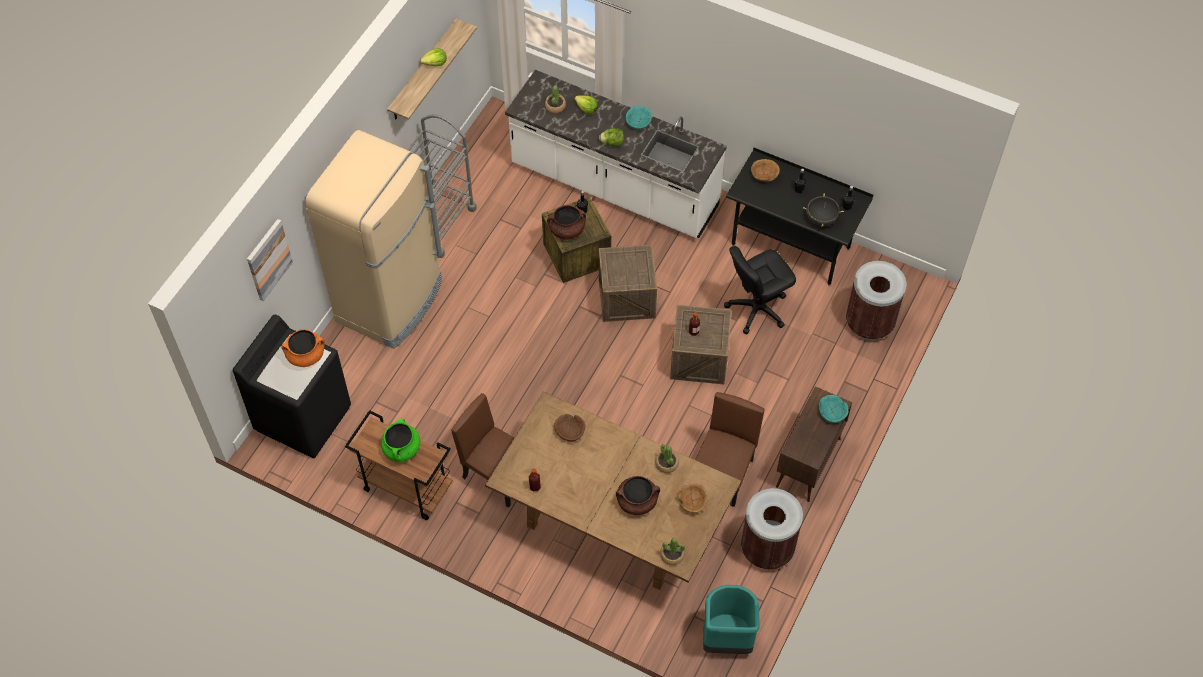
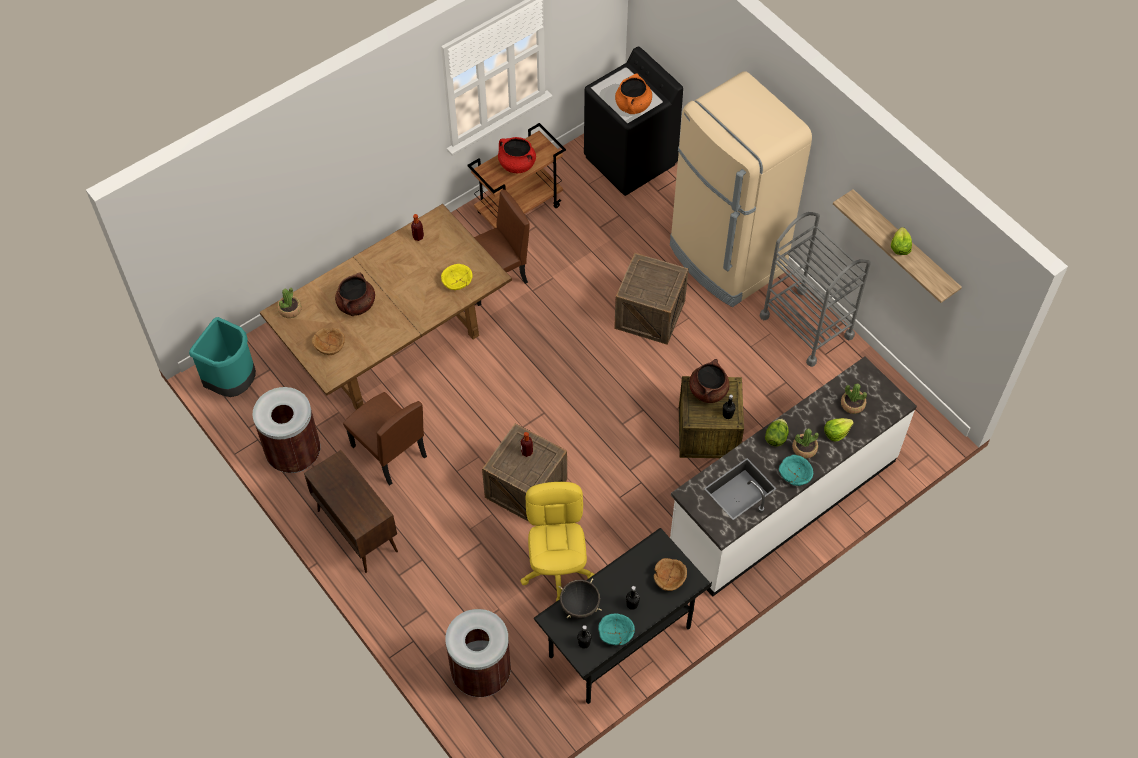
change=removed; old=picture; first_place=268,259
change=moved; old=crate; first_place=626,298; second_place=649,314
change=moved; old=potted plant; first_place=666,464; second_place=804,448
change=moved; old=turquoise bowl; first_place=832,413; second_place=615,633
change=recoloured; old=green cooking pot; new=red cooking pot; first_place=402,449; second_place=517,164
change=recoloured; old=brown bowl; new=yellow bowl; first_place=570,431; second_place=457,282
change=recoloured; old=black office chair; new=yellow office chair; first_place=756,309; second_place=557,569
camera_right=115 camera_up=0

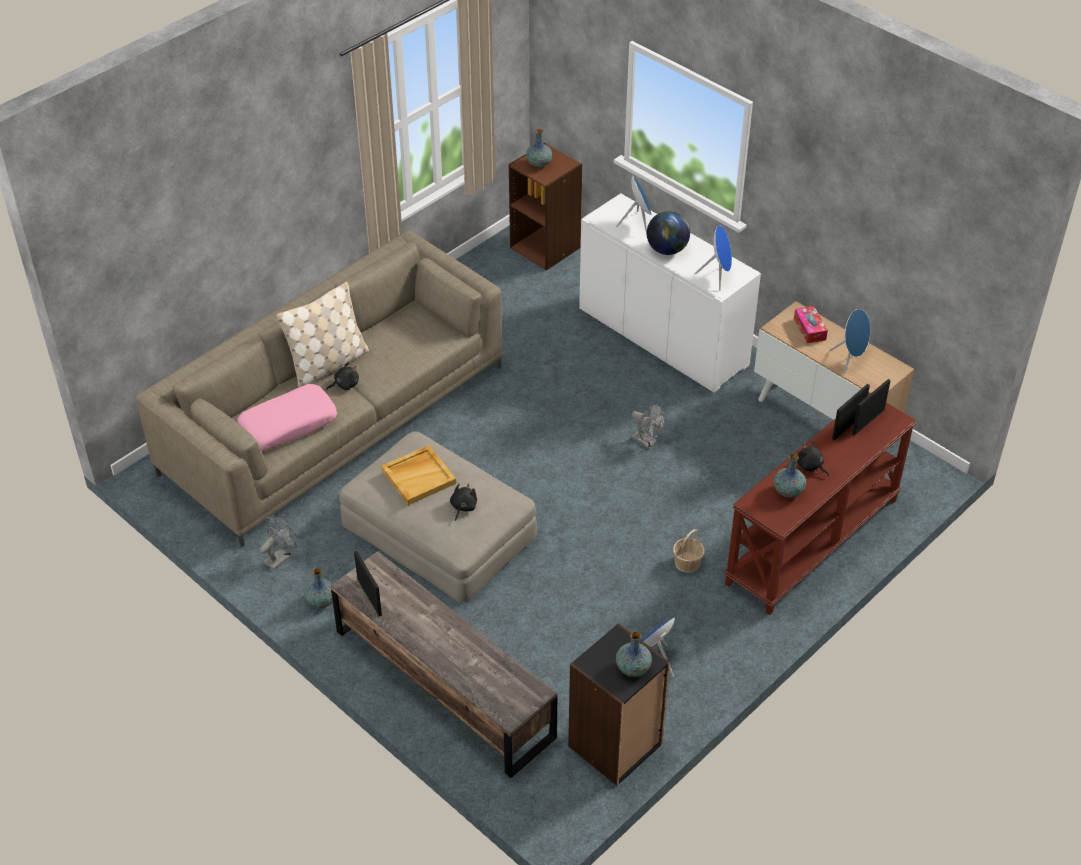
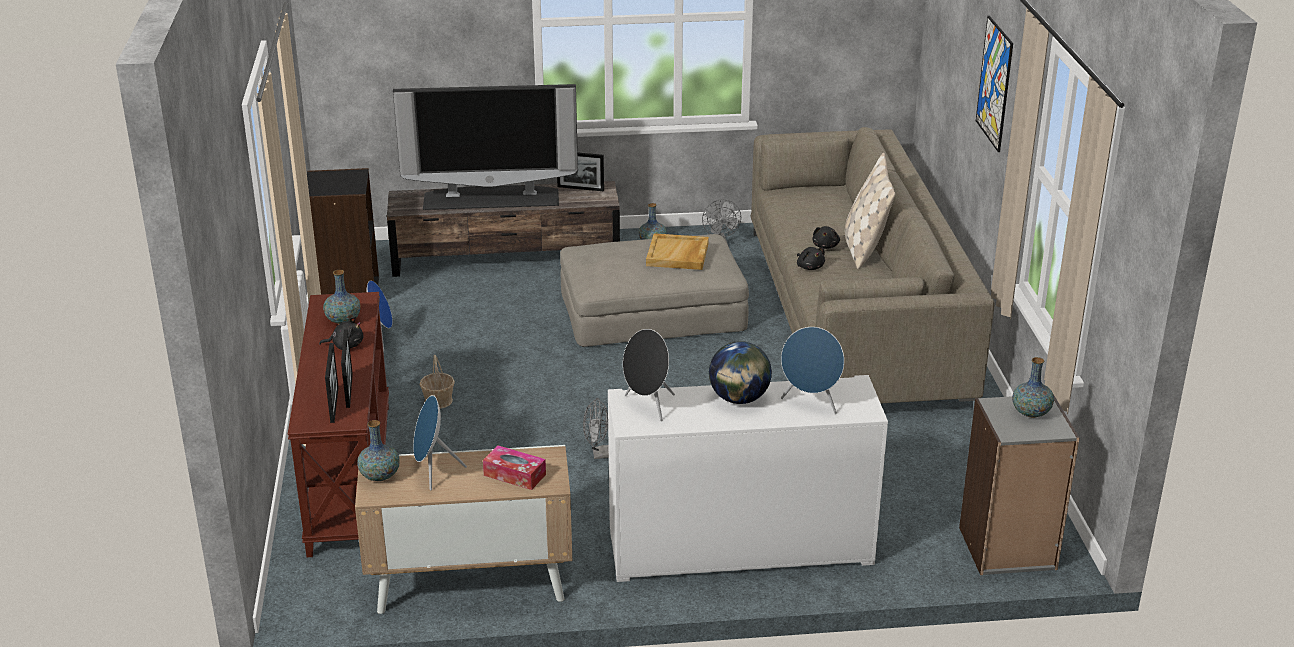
change=removed; old=pink pillow; first_place=288,424
change=added; new=television; second_place=491,198
change=added; new=picture; second_place=994,83
change=moved; old=black plush toy; first_place=463,507; second_place=809,267
change=moved; old=vase; first_place=633,668; second_place=380,476
change=recoloured; old=brown bookcase; new=grey bookcase; first_place=546,247; second_place=1007,549
change=recoloured; old=blue speaker; new=black speaker; first_place=718,277; second_place=648,406
camera_right=130 camera_up=-15

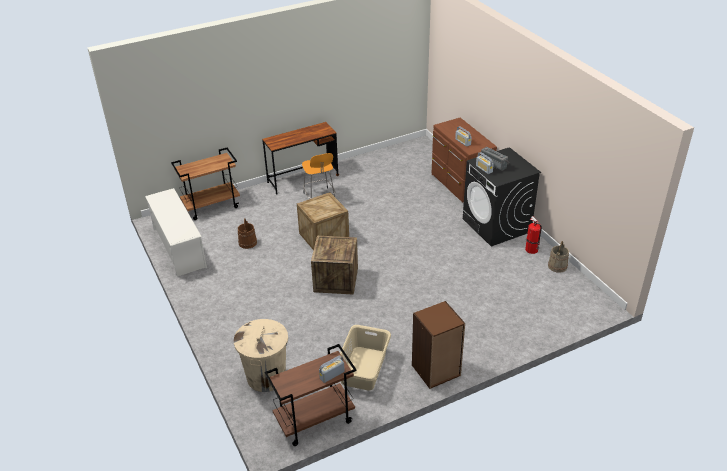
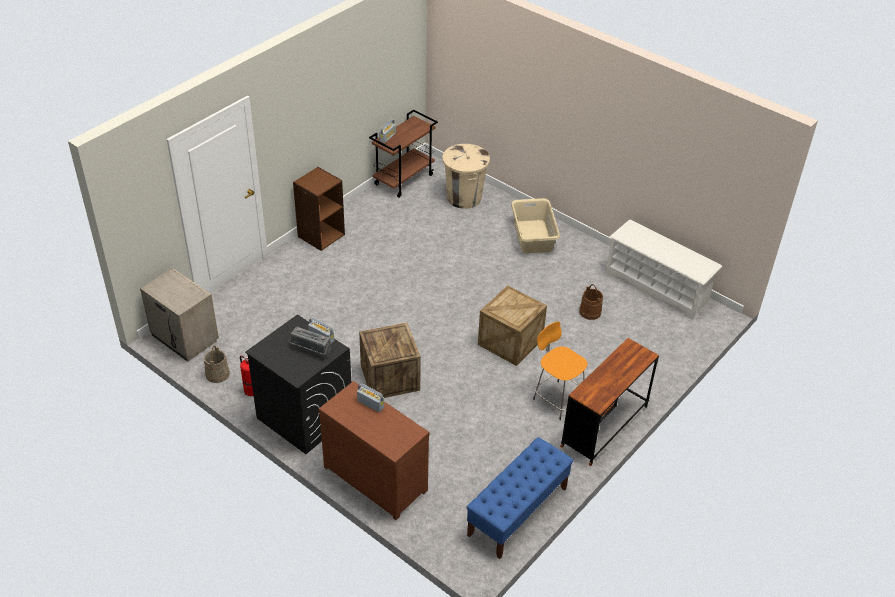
change=removed; old=brown cart; first_place=212,206
change=added; new=beige nightstand; second_place=184,338
change=added; new=blue bench; second_place=517,512
change=moved; old=crate; first_place=336,280; second_place=390,377
change=moved; old=beige laundry basket; first_place=363,368; second_place=533,236
camera_right=155 camera_up=5

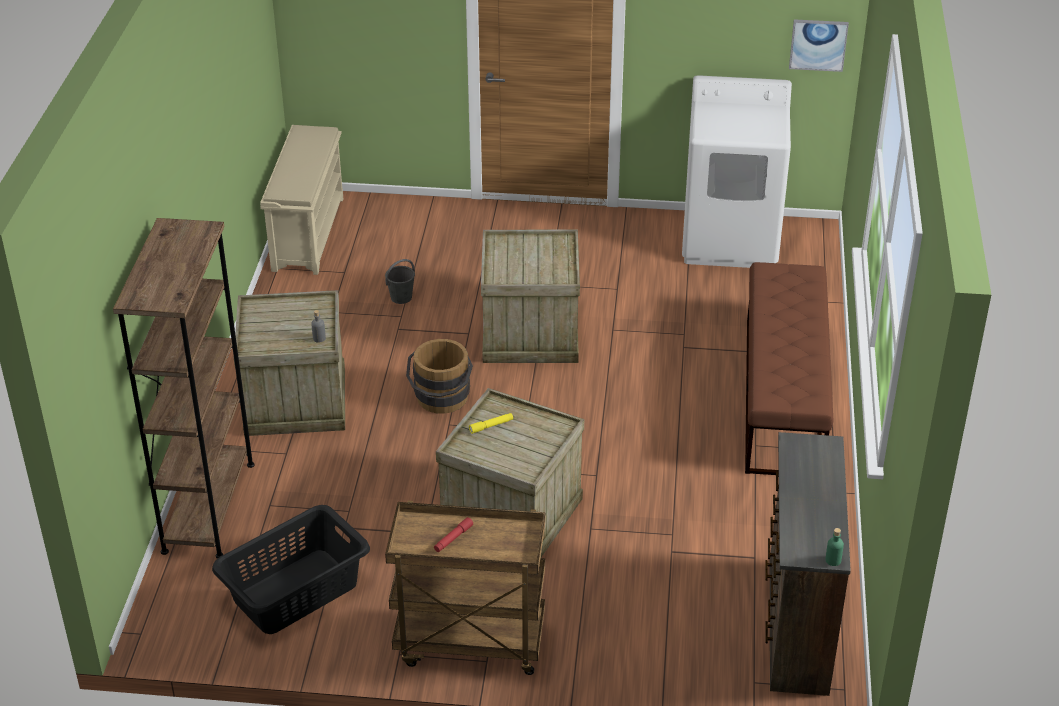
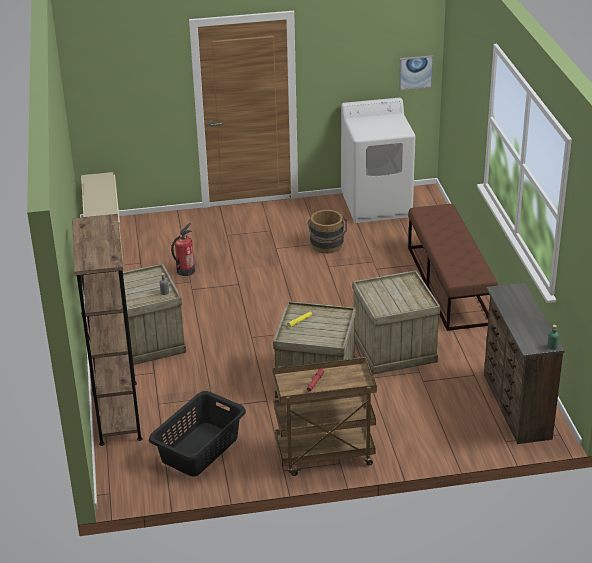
change=moved; old=brown bucket; first_place=441,400; second_place=327,247
change=moved; old=crate; first_place=532,332; second_place=394,348
change=replaced; old=grey bucket; new=fire extinguisher; first_place=401,297; second_place=185,271
camera_right=-15 camera_up=-5

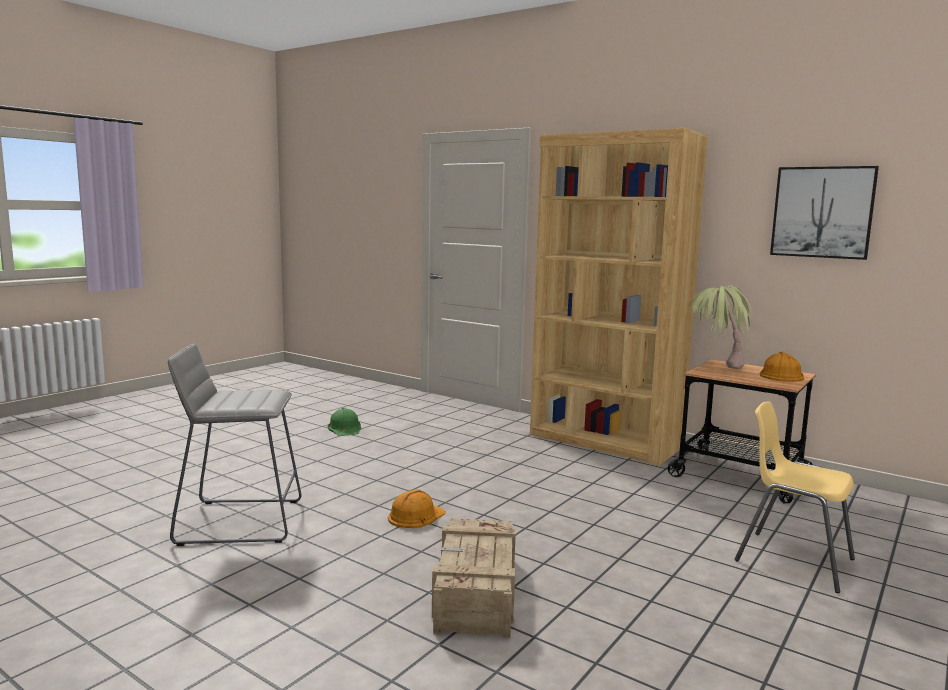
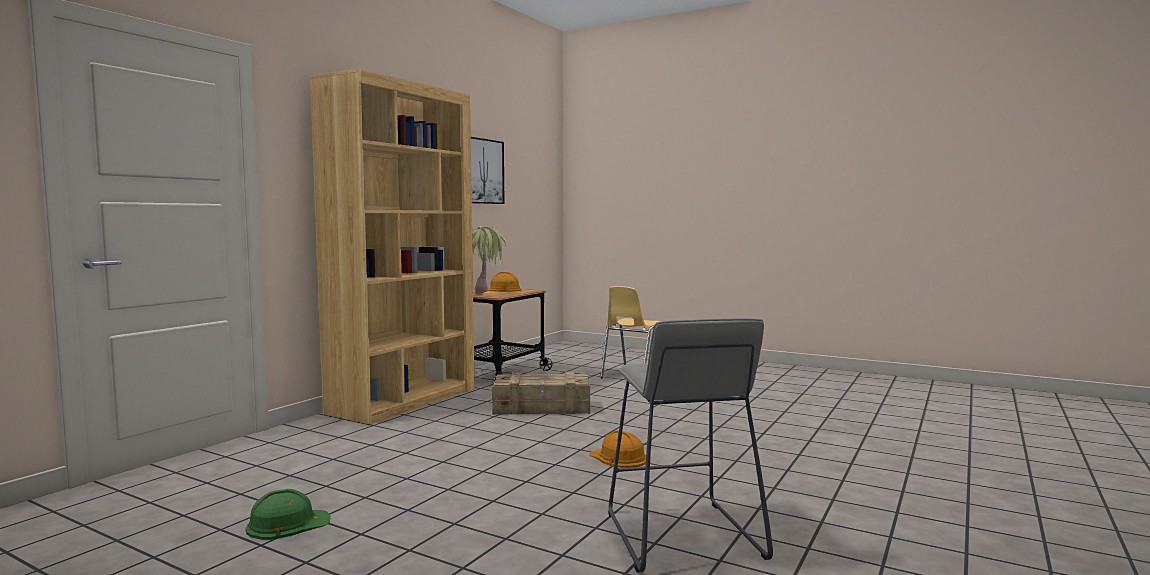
change=moved; old=crate; first_place=475,593; second_place=542,408
camera_right=-95 camera_up=-5

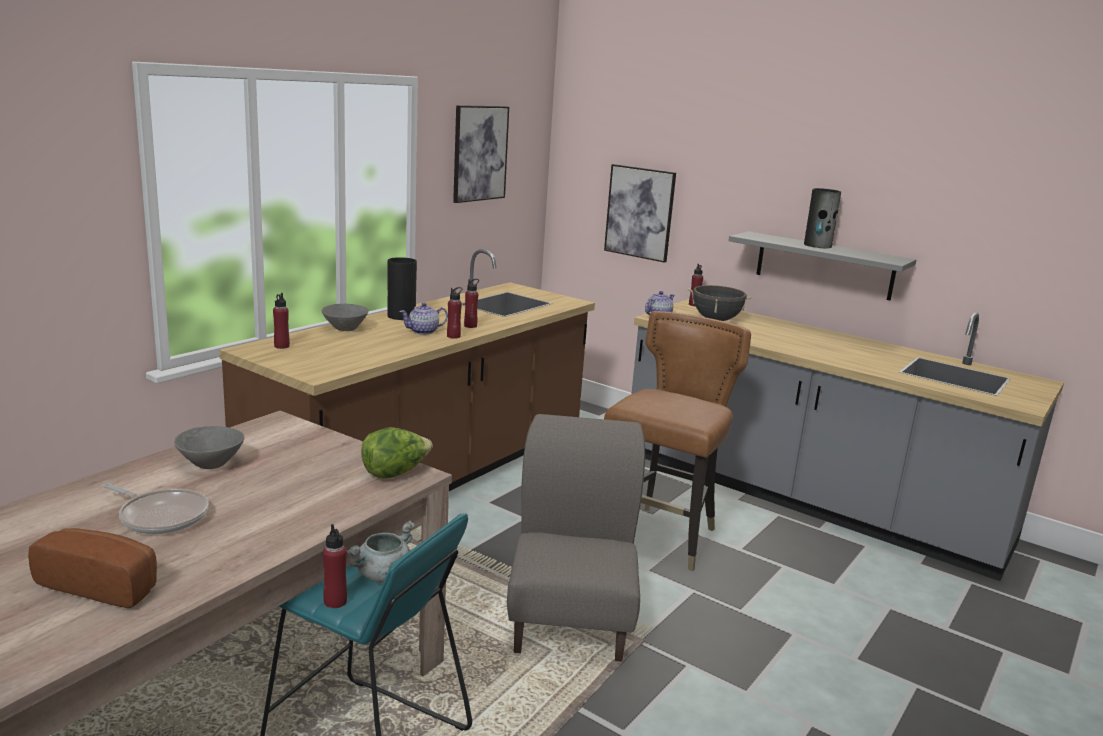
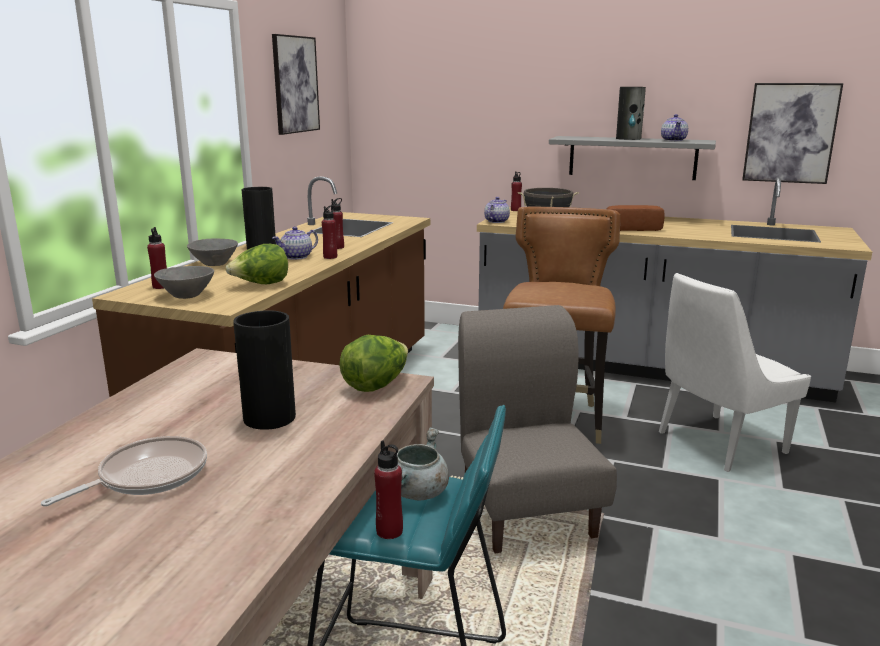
change=added; new=lettuce; second_place=261,285
change=added; new=vase; second_place=269,417
change=added; new=white chair; second_place=717,443
change=added; new=teapot; second_place=673,140
change=moved; old=bread; first_place=103,584; second_place=631,228
change=moved; old=grey bowl; first_place=211,463; second_place=186,295
change=moved; old=picture; first_place=640,212; second_place=790,133
change=turned; old=frying pan; first_place=161,516; second_place=147,476; degrees=-60
camera_right=-15 camera_up=0

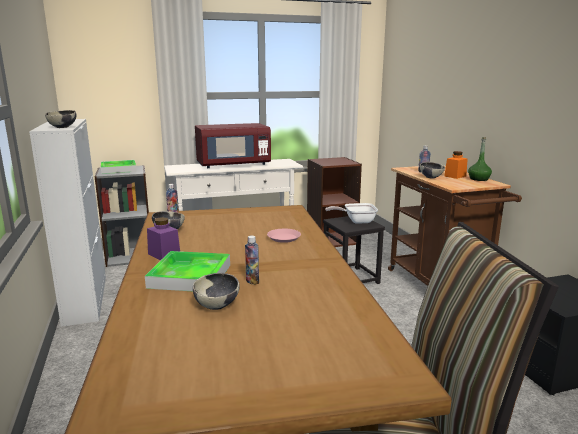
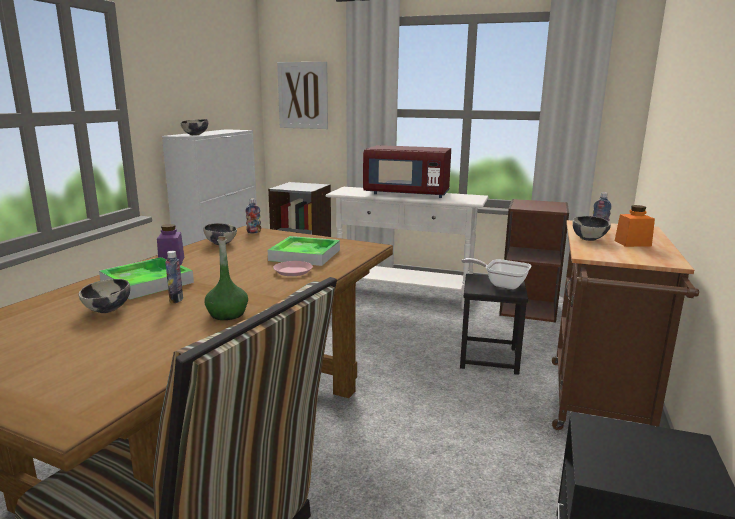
change=added; new=picture; second_place=303,95
change=moved; old=tray; first_place=118,169; second_place=305,255
change=moved; old=green bottle; first_place=478,179; second_place=227,314
camera_right=35 camera_up=0

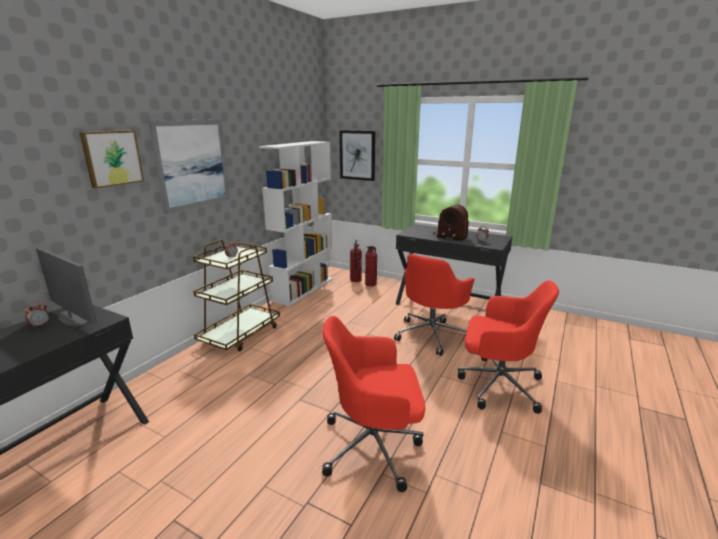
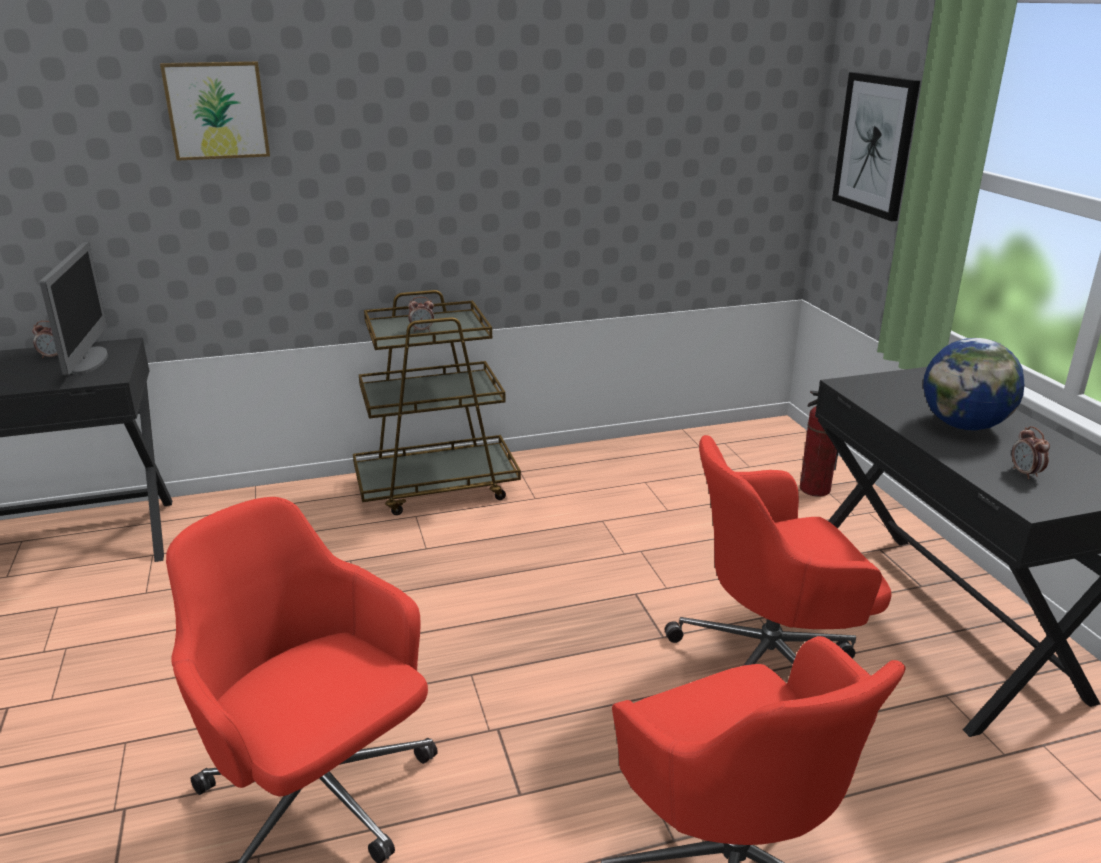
change=removed; old=picture; first_place=193,164
change=removed; old=white bookcase; first_place=304,289
change=removed; old=fire extinguisher; first_place=355,280
change=replaced; old=radio; new=globe; first_place=450,235; second_place=964,426
camera_right=45 camera_up=5

